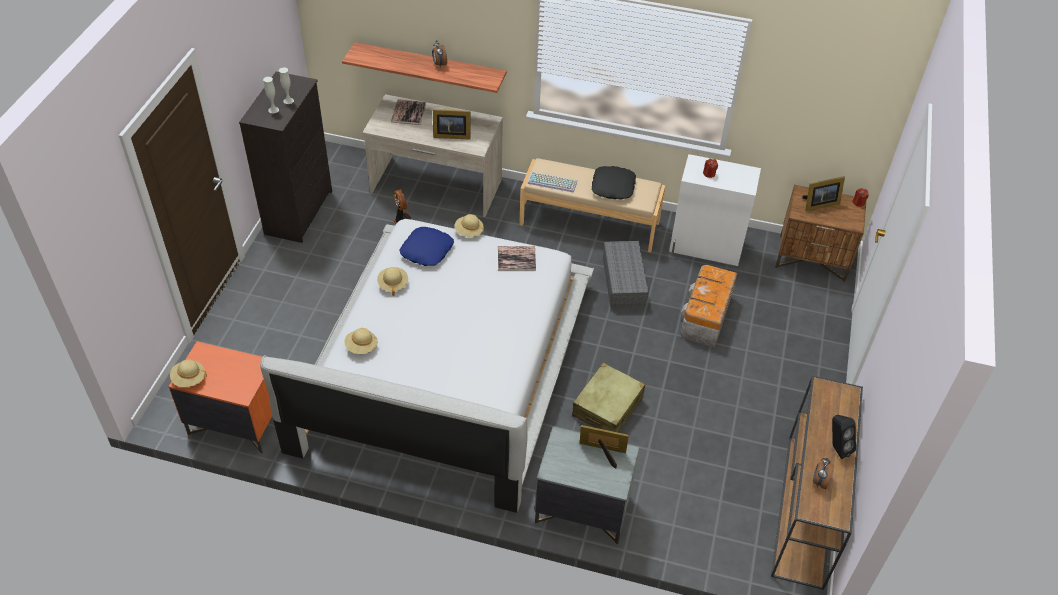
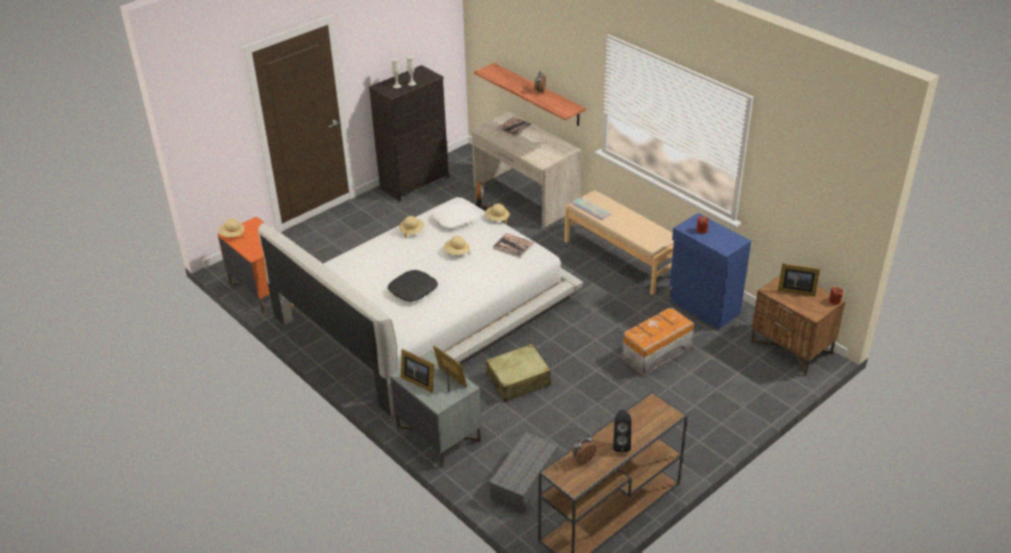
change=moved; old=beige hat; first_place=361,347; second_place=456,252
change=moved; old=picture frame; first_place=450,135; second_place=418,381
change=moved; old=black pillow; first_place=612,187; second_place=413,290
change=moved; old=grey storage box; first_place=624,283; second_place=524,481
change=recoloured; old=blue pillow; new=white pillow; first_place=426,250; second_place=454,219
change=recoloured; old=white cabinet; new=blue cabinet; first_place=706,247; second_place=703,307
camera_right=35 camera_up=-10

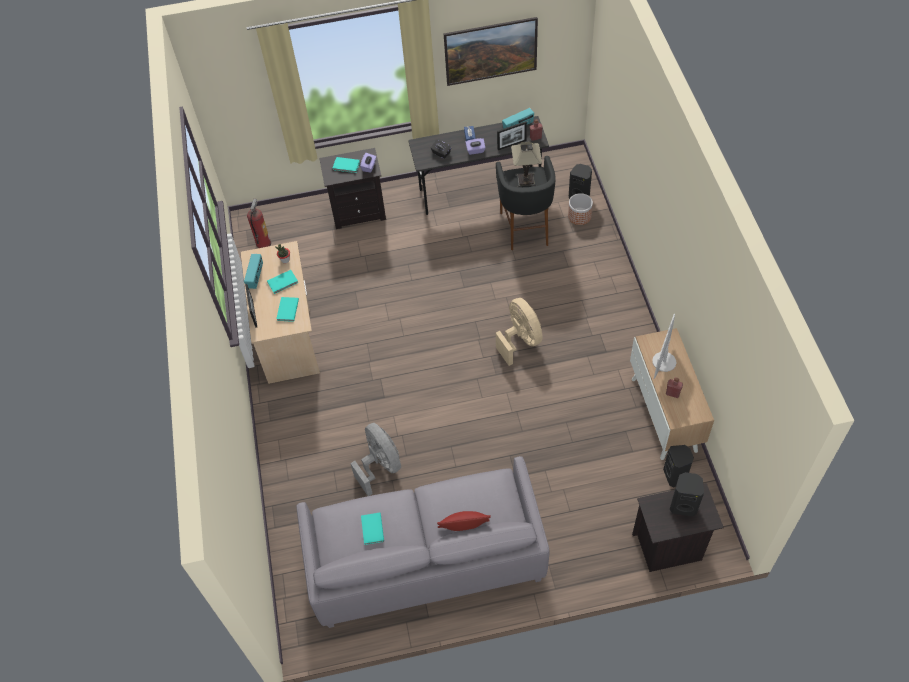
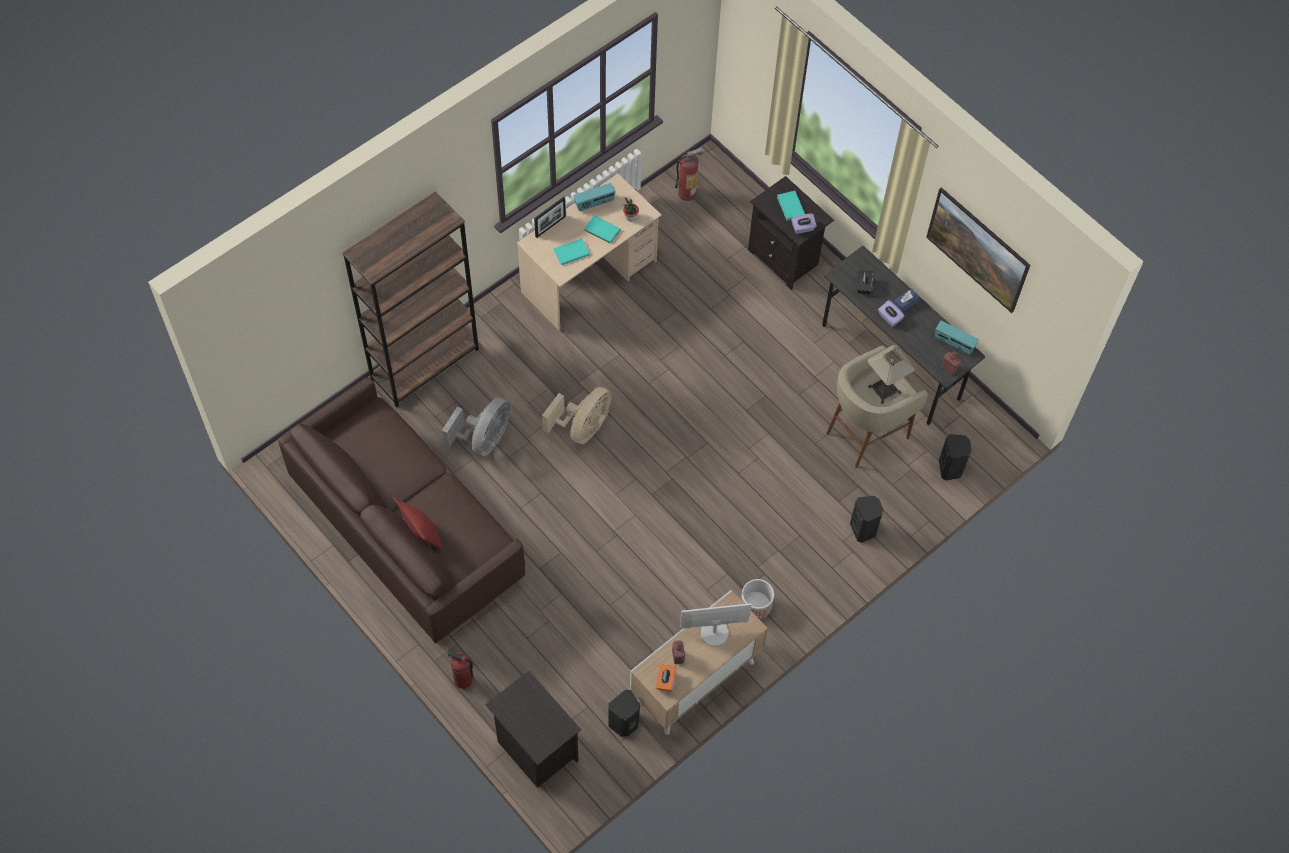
change=removed; old=turquoise book; first_place=371,529
change=removed; old=picture frame; first_place=511,145
change=added; new=brown bookcase; second_place=425,364
change=added; new=fire extinguisher; second_place=463,680
change=added; new=orange tissue box; second_place=665,681
change=moved; old=beige fan; first_place=520,340; second_place=583,428
change=moved; old=planter; first_place=579,216; second_place=755,605
change=moved; old=black speaker; first_place=683,505; second_place=864,529
change=recoloured; old=grey sofa; new=brown sofa; first_place=425,557; second_place=406,529
change=recoloured; old=black stool; new=beige stool; first_place=525,229; second_place=865,434
camera_right=55 camera_up=5

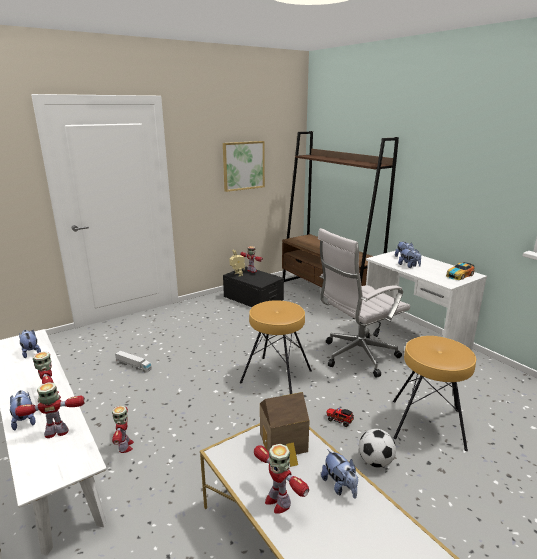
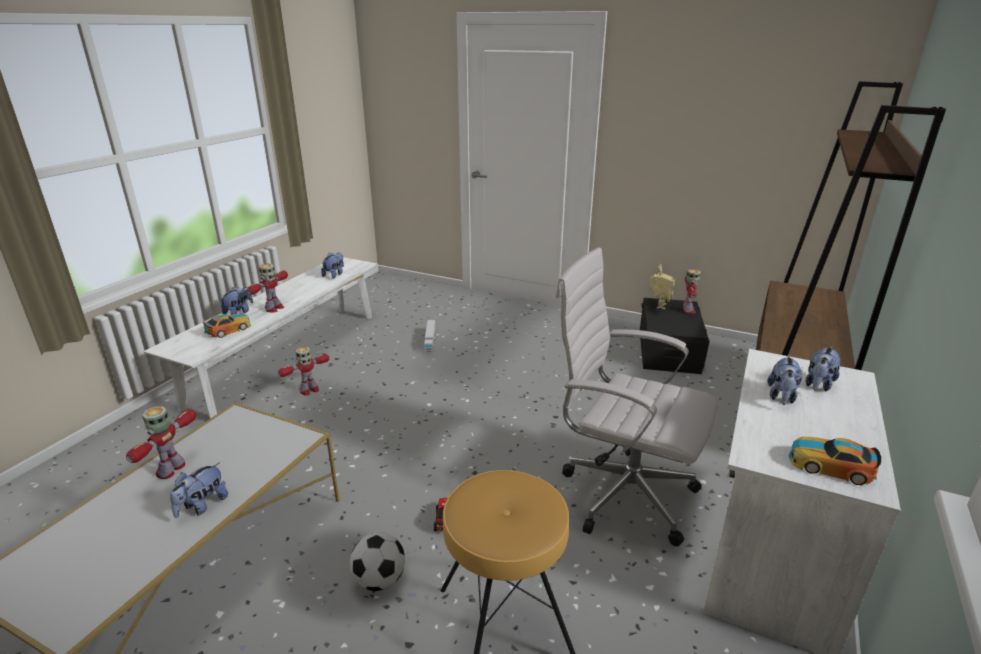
change=removed; old=picture; first_place=243,165
change=removed; old=brown stool; first_place=276,376
change=removed; old=toy house; first_place=284,444
change=replaced; old=toy robot; new=toy car; first_place=57,432; second_place=228,330
camera_right=60 camera_up=5

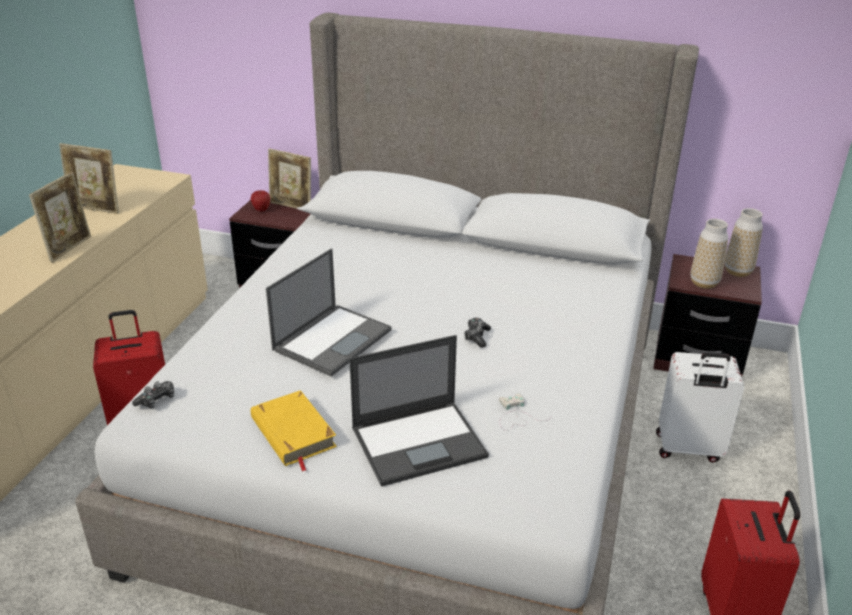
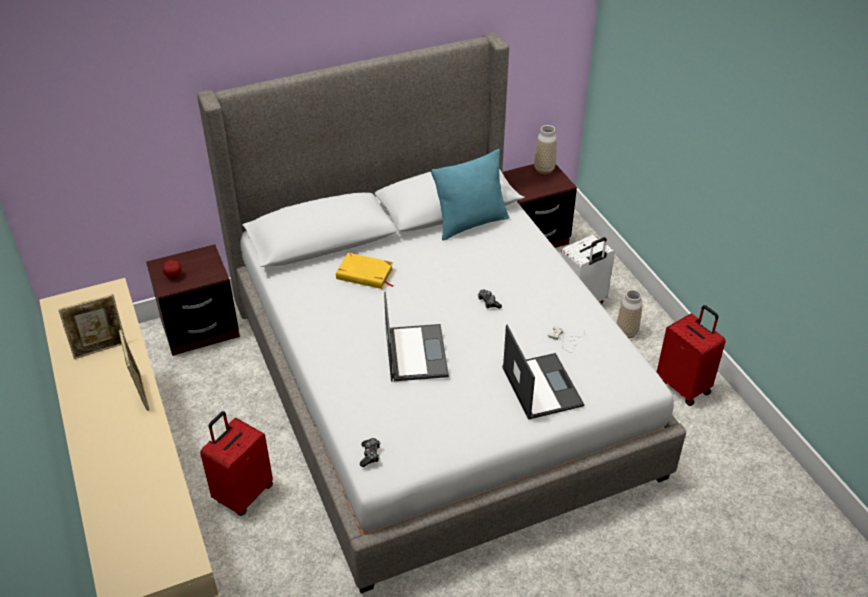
change=removed; old=picture frame; first_place=291,206
change=added; new=turquoise pillow; second_place=470,223
change=moved; old=yellow book; first_place=292,433; second_place=365,274
change=moved; old=vase; first_place=704,283; second_place=626,332
change=turned; old=laptop; first_place=420,442; second_place=541,385; degrees=-45
camera_right=-40 camera_up=10

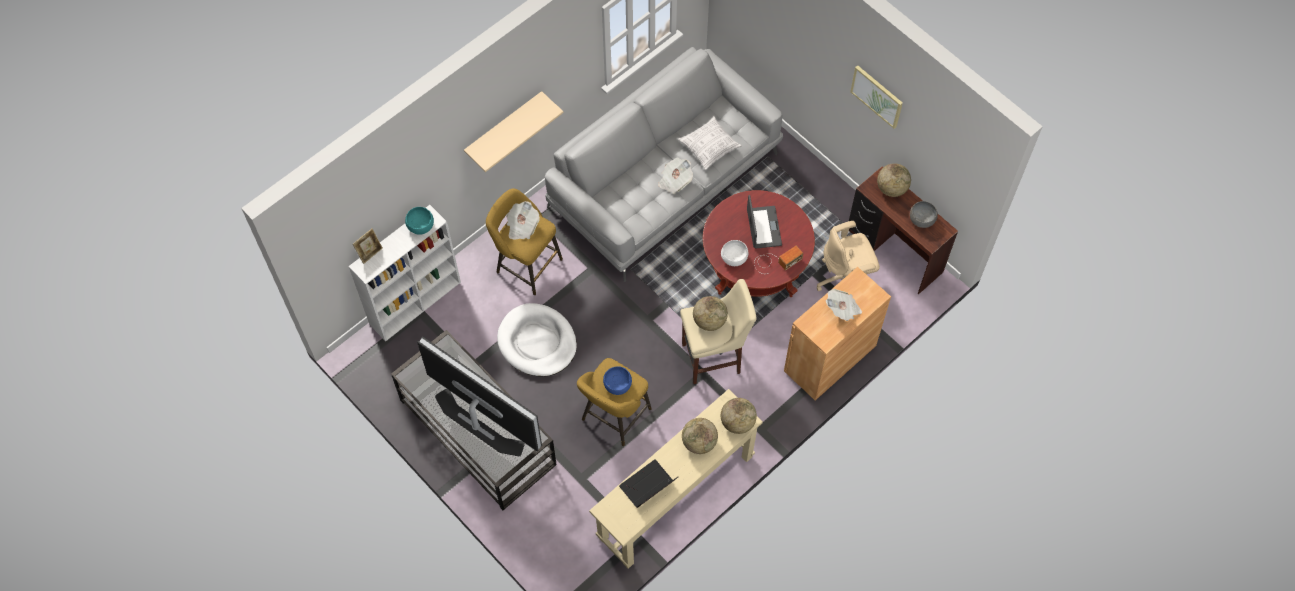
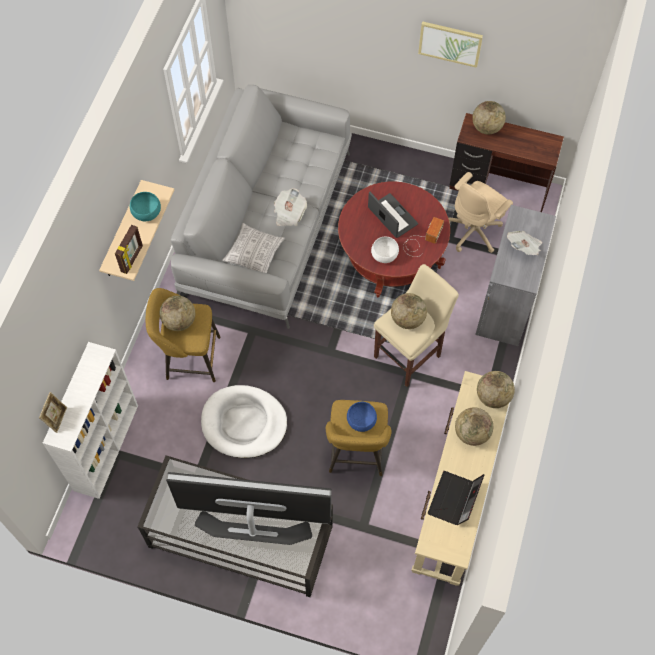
change=removed; old=grey bowl; first_place=921,219
change=added; new=picture frame; second_place=132,259
change=moved; old=turquoise bowl; first_place=421,226; second_place=146,213
change=moved; old=pillow; first_place=709,147; second_place=254,254
change=replaced; old=newspaper; new=globe; first_place=522,226; second_place=179,321
change=recoloured; old=brown cabinet; new=grey cabinet; first_place=830,358; second_place=506,303
camera_right=-30 camera_up=0

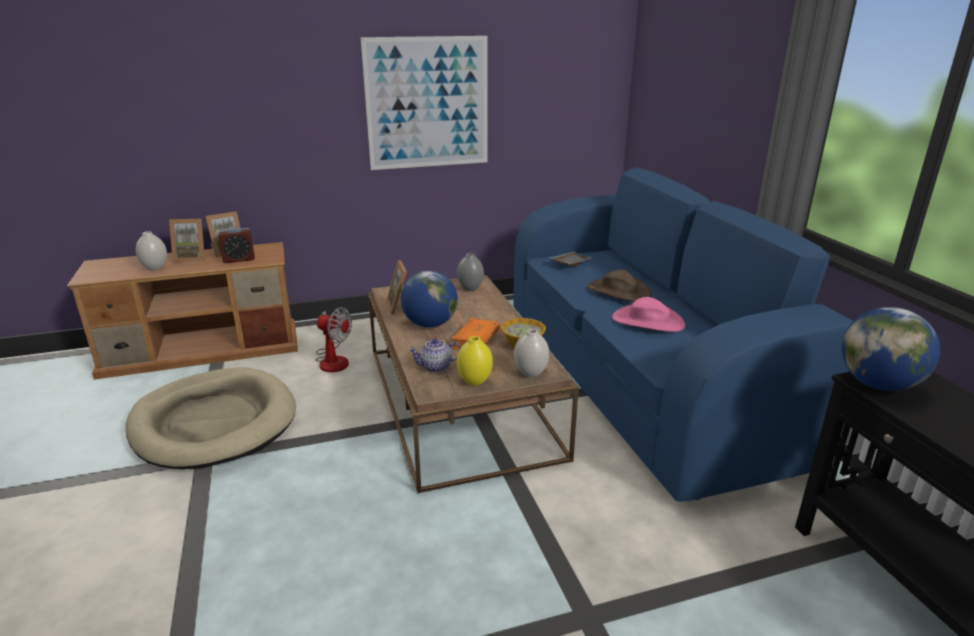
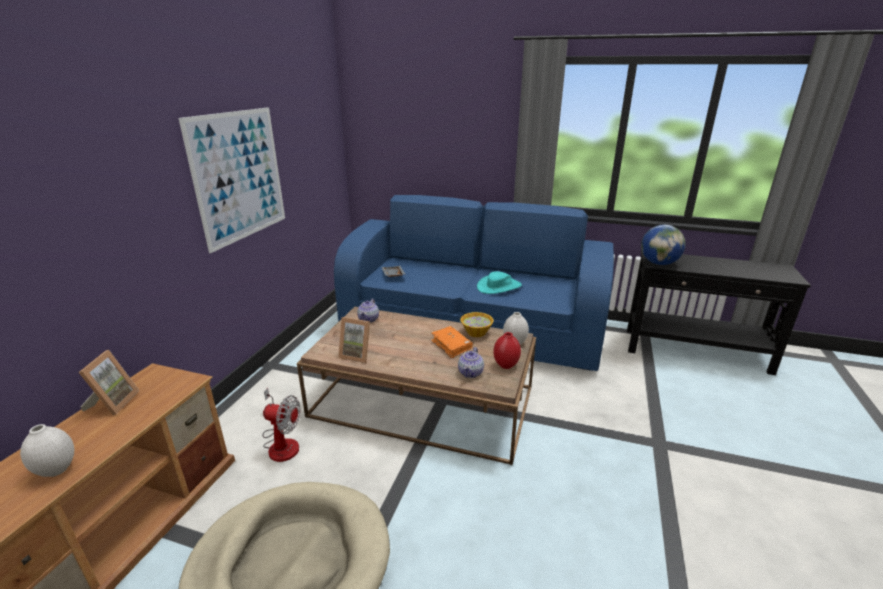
change=removed; old=picture frame; first_place=192,258
change=removed; old=alarm clock; first_place=239,259
change=removed; old=globe; first_place=430,324
change=removed; old=brown hat; first_place=618,291
change=replaced; old=grey vase; new=teapot; first_place=470,288; second_place=369,319
change=recoloured; old=yellow vase; new=red vase; first_place=474,381; second_place=505,365
change=recoloured; old=pink hat; new=turquoise hat; first_place=647,321; second_place=499,286
change=turned; old=fan; first_place=333,359; second_place=282,443; degrees=45
camera_right=-55 camera_up=0

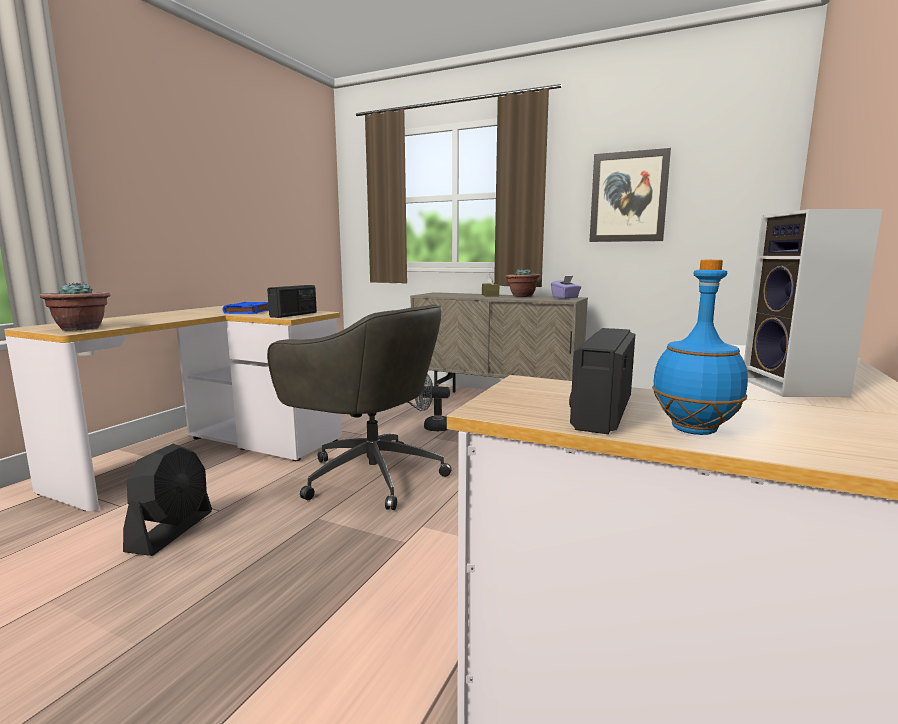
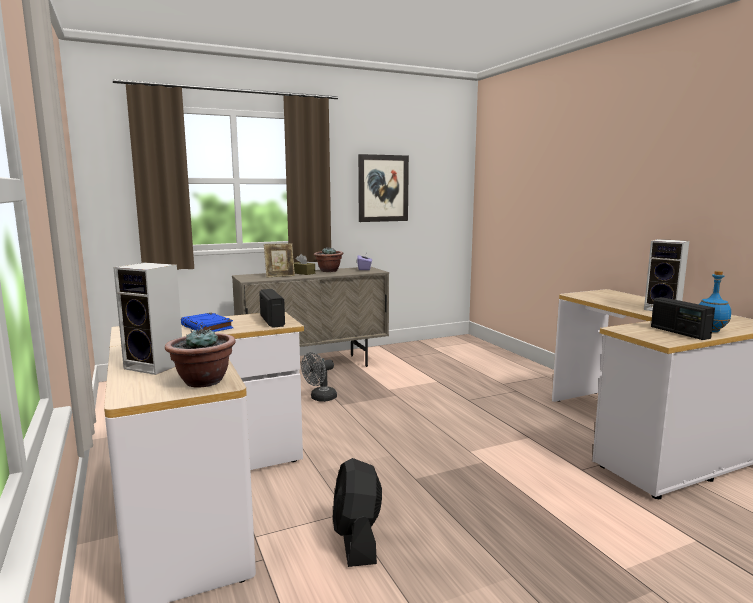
change=removed; old=grey office chair; first_place=369,475
change=added; new=speaker; second_place=156,366
change=added; new=picture frame; second_place=280,276
change=turned; old=black fan; first_place=171,531; second_place=357,539; degrees=-150
camera_right=-50 camera_up=0

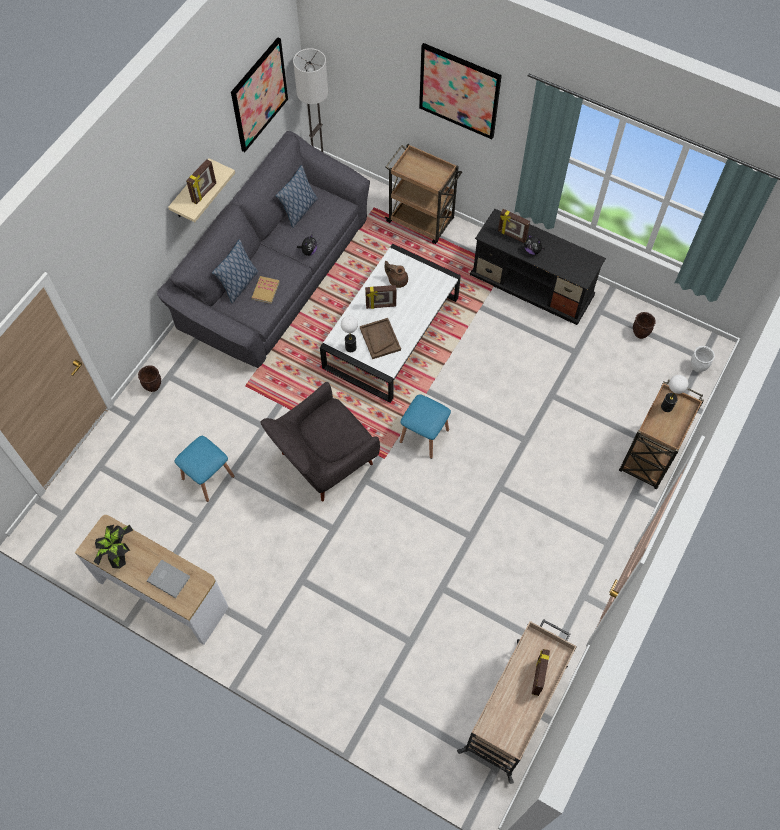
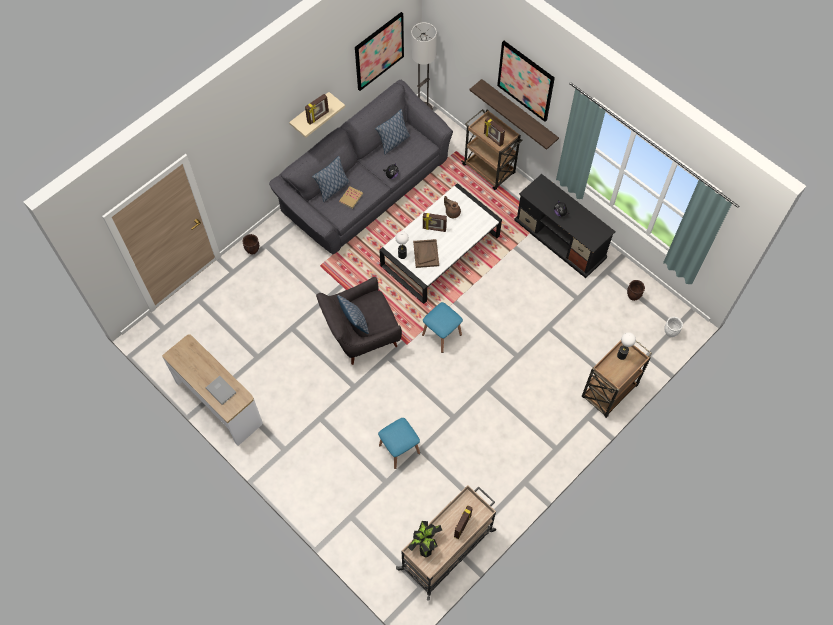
change=added; new=pillow; second_place=355,322
change=added; new=shelf; second_place=519,113
change=moved; old=potted plant; first_place=118,553; second_place=425,542
change=moved; old=blue stool; first_place=208,477; second_place=399,449
change=moved; old=picture frame; first_place=511,236; second_place=493,139
camera_right=15 camera_up=0

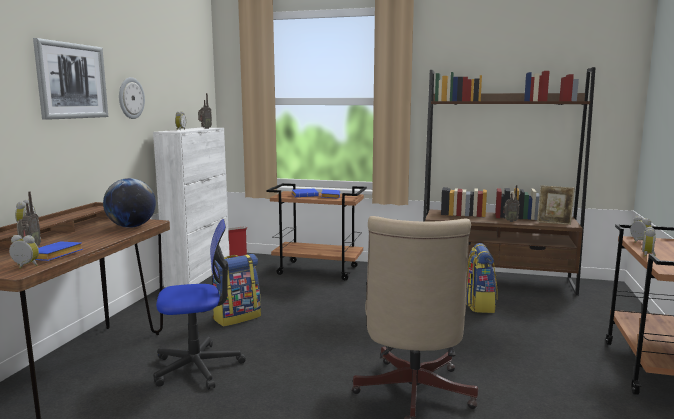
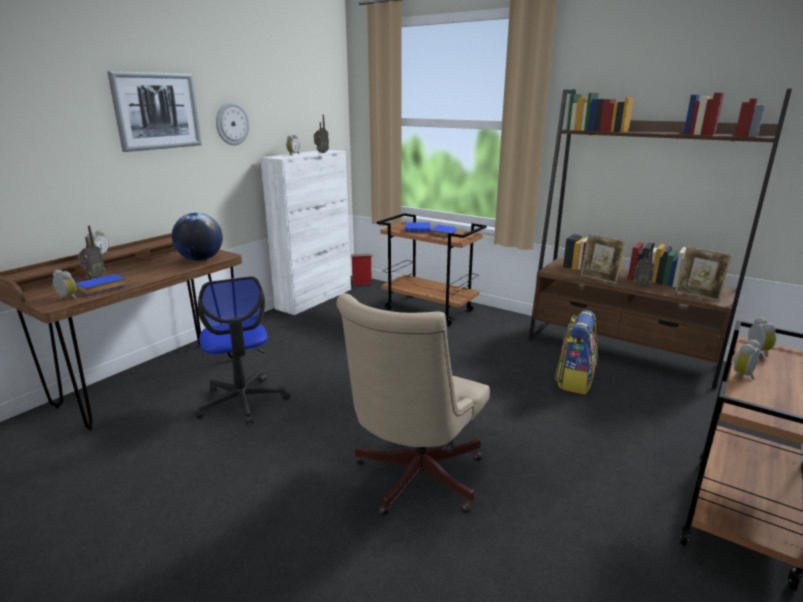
change=removed; old=backpack; first_place=237,317
change=added; new=picture frame; second_place=599,279
change=turned; old=office chair; first_place=198,367; second_place=242,401; degrees=60
camera_right=20 camera_up=10

